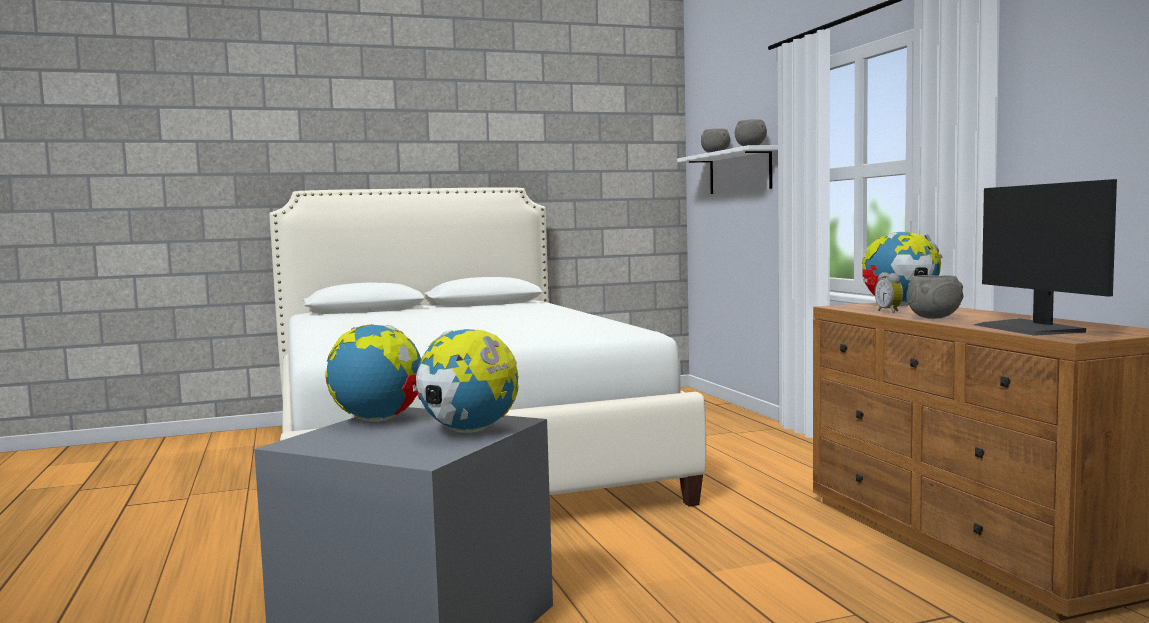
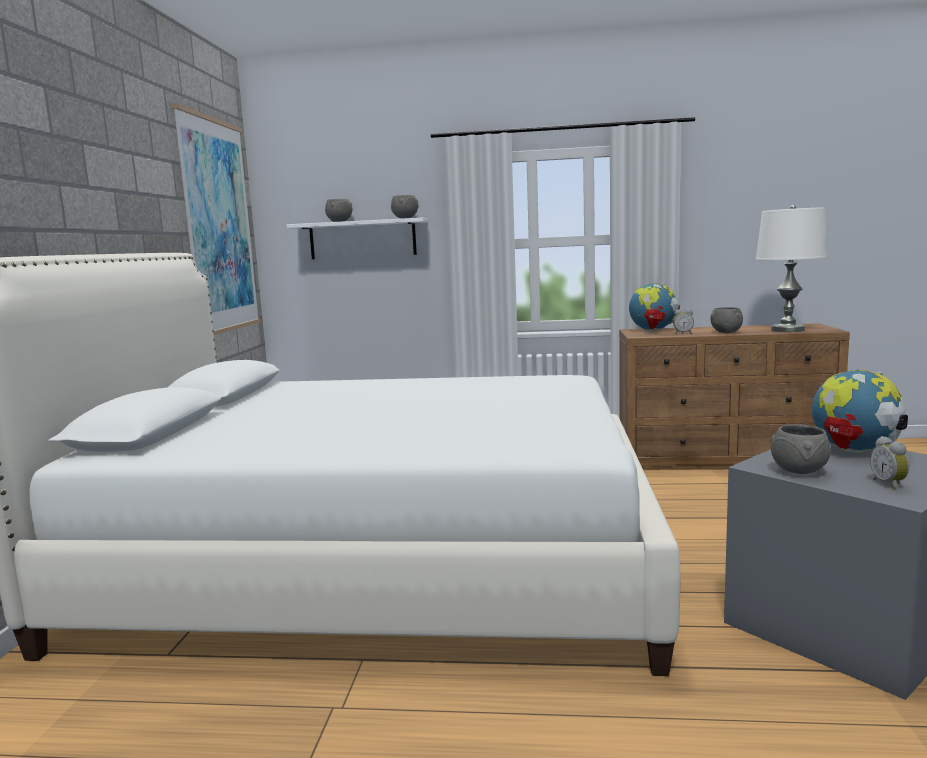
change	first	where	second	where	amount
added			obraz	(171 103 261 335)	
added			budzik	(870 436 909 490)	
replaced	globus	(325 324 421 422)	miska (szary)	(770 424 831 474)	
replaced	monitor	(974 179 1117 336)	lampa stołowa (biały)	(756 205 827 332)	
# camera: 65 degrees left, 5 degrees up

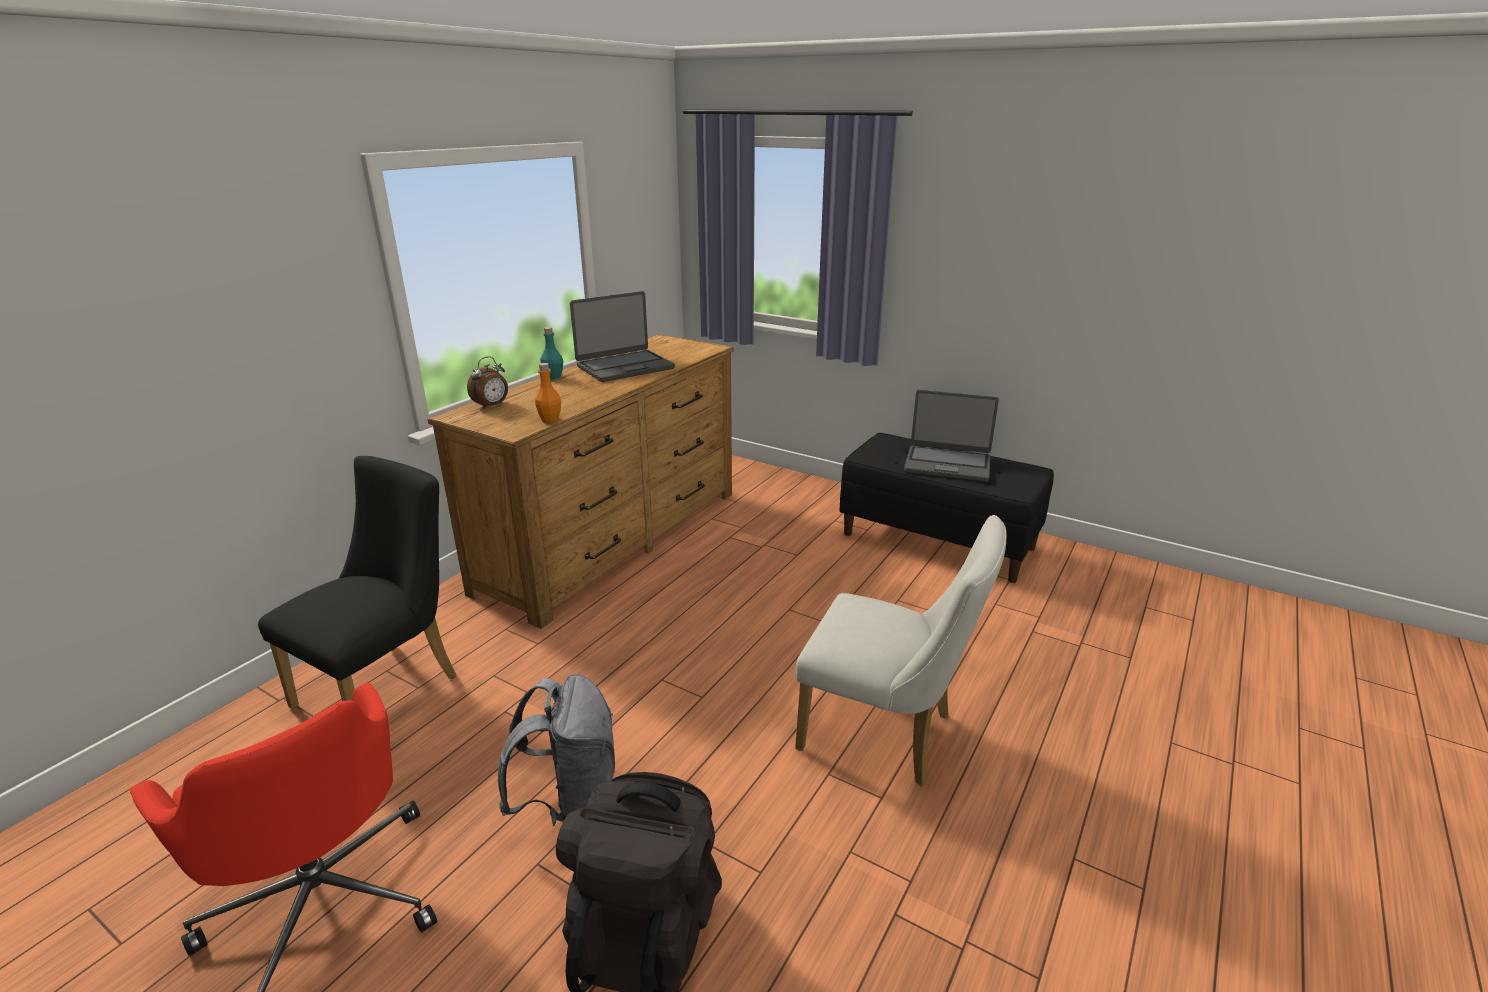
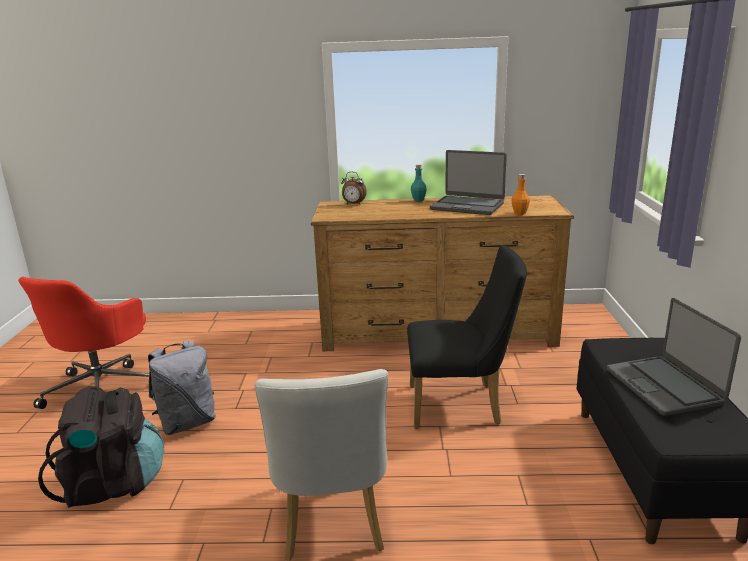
change	first	where	second	where	amount
moved	krzesło (czarny)	(258 456 457 709)		(407 245 527 429)	
moved	butelka (pomarańczowy)	(535 363 561 423)		(512 174 530 215)	
# camera: 60 degrees right, 5 degrees down

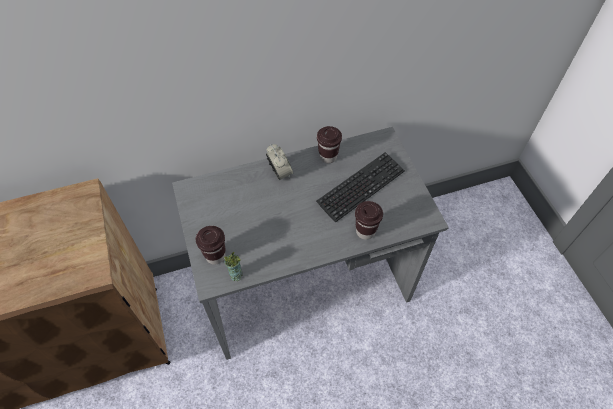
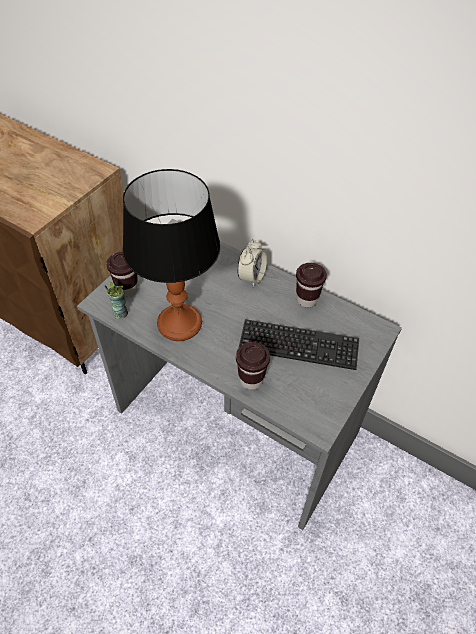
change	first	where	second	where	amount
added			lampa stołowa	(122 169 220 341)	
# camera: 50 degrees right, 5 degrees down

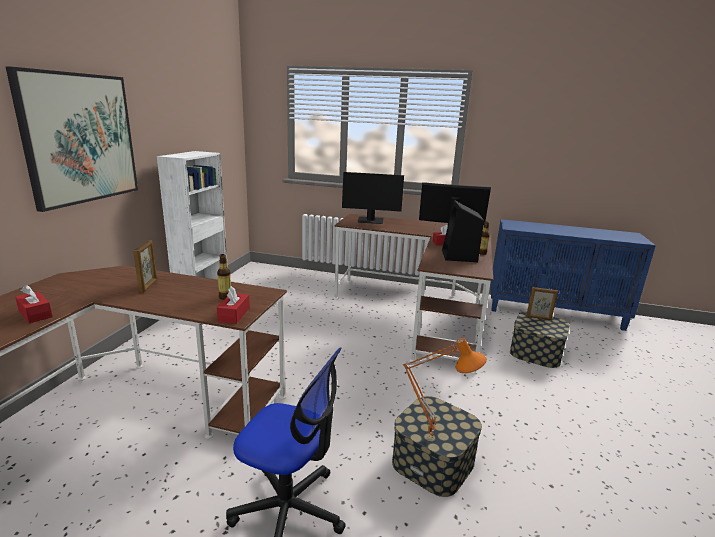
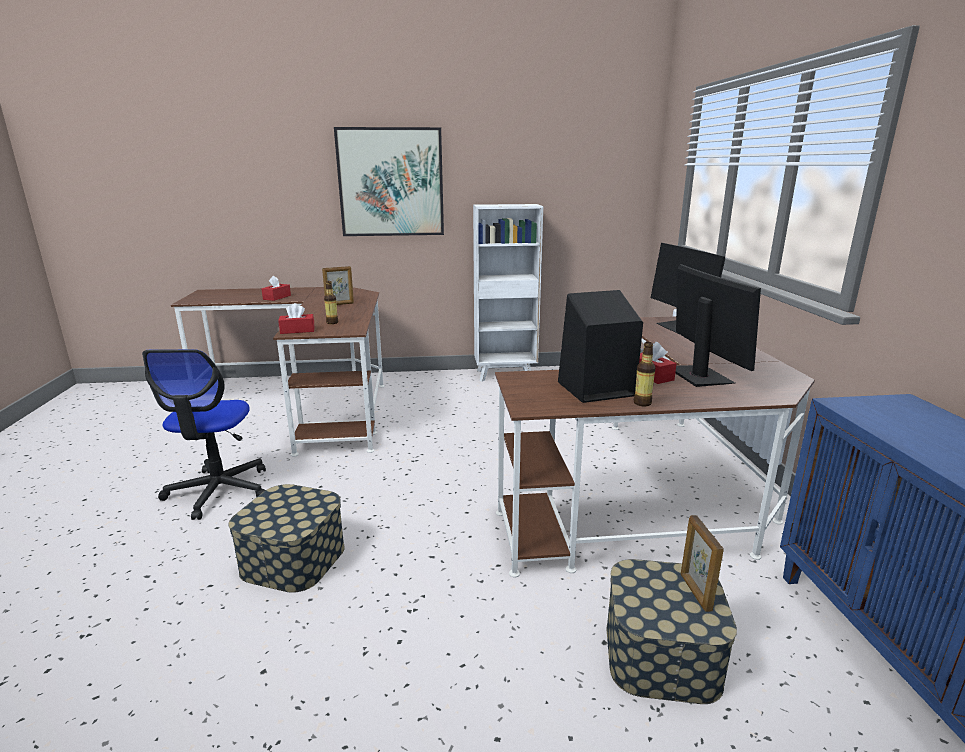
change	first	where	second	where	amount
removed	lampa stołowa (pomarańczowy)	(403 338 487 438)			
# camera: 70 degrees right, 0 degrees up

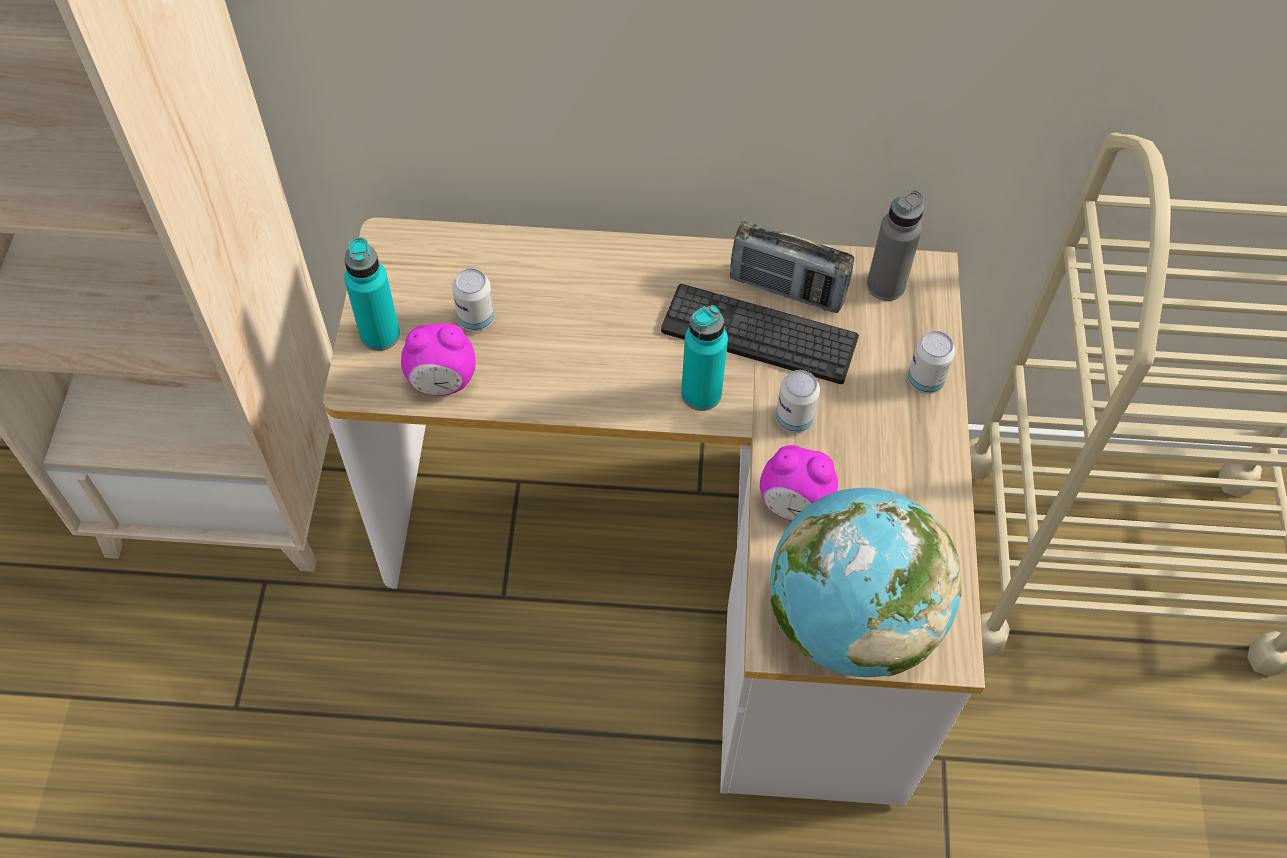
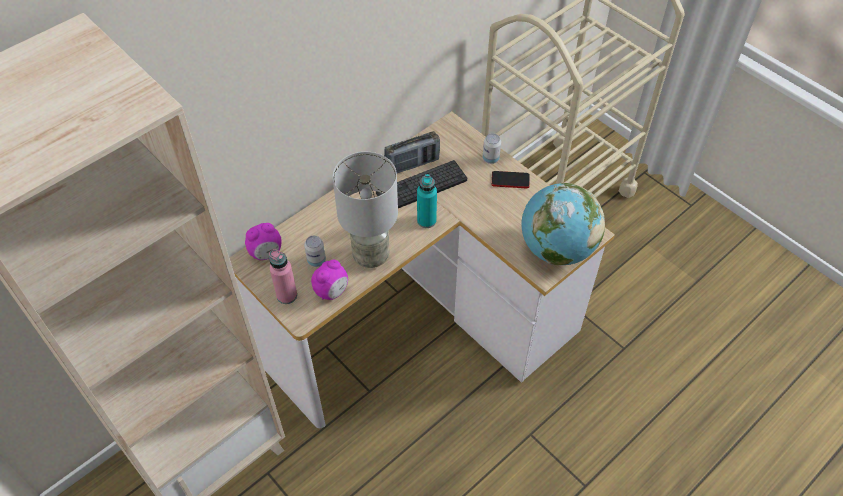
change	first	where	second	where	amount
removed	puszka	(775 370 820 433)			
removed	butelka (szary)	(867 189 924 301)			
added			lampa stołowa (szary)	(332 152 398 268)	
added			telefon	(492 171 530 188)	
moved	budzik	(760 445 838 521)		(245 223 282 260)	
recoloured	butelka (turkusowy)	(344 237 400 351)	butelka (różowy)	(269 249 297 304)	
# camera: 45 degrees left, 5 degrees down

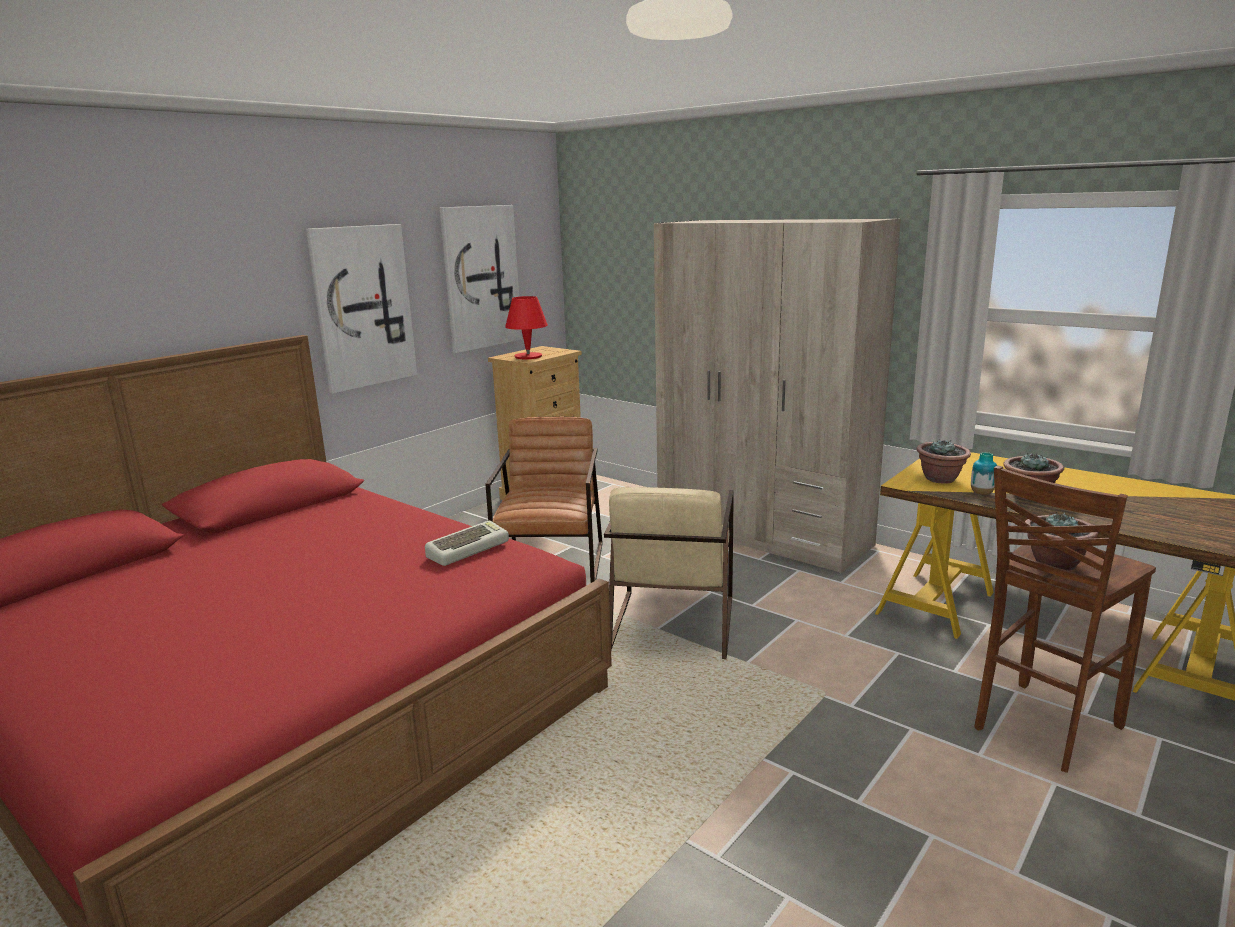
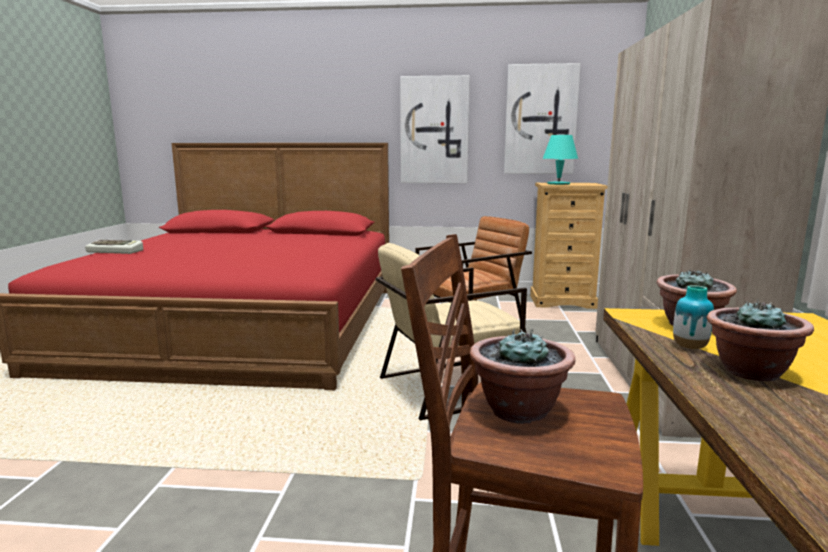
change	first	where	second	where	amount
moved	klawiatura	(425 521 509 566)		(85 239 143 254)	
recoloured	lampa stołowa (czerwony)	(505 296 548 359)	lampa stołowa (turkusowy)	(543 135 578 185)	
# camera: 55 degrees right, 5 degrees down

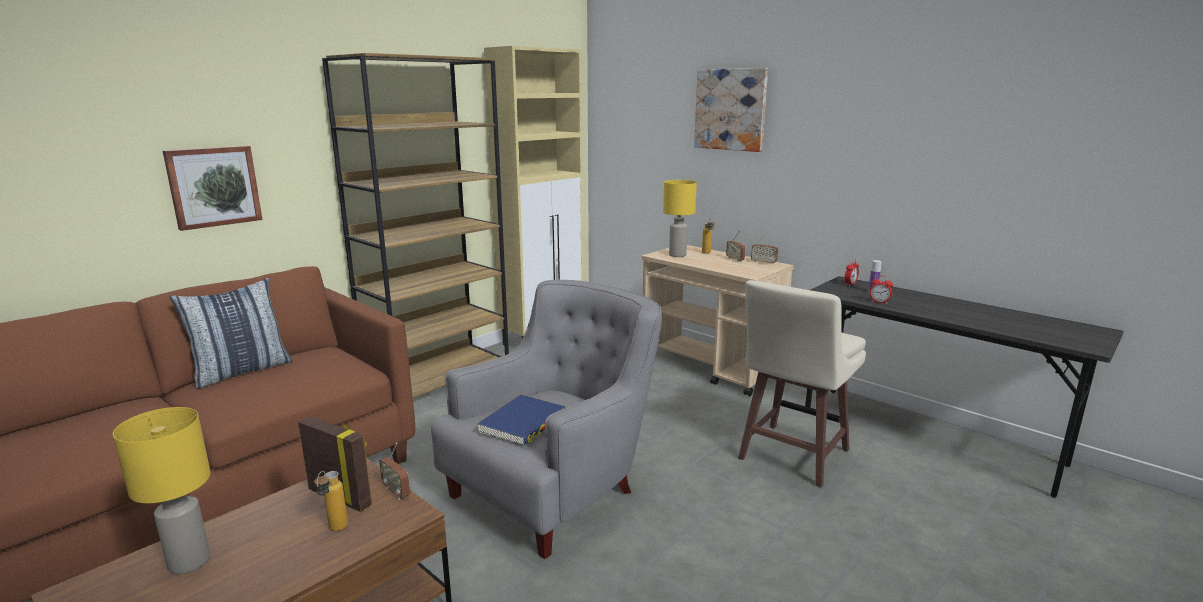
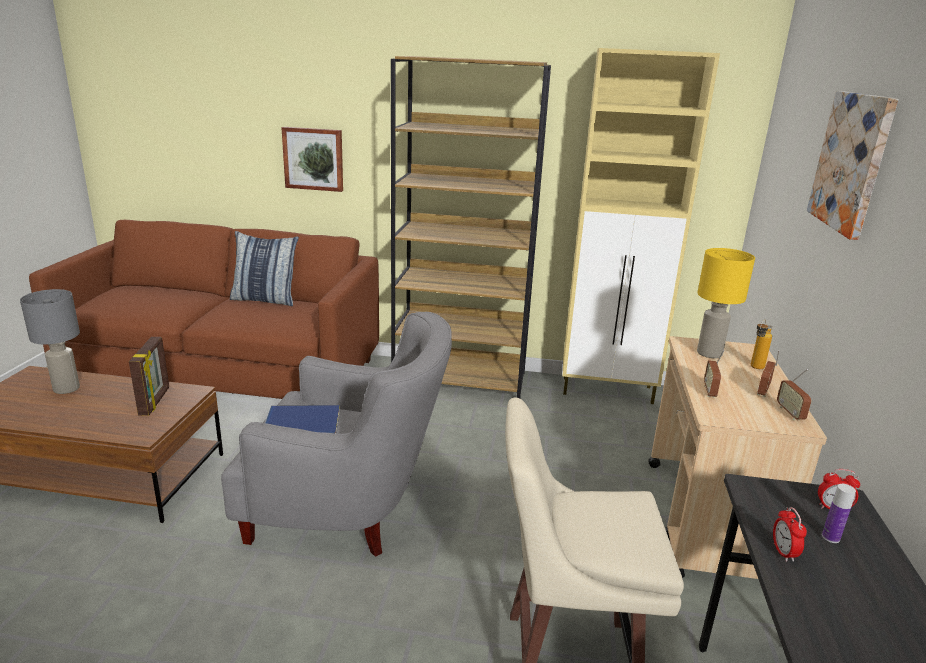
change	first	where	second	where	amount
removed	butelka	(314 471 348 531)			
moved	radio	(379 443 410 500)		(704 350 724 398)	
recoloured	lampa stołowa (żółty)	(112 407 211 574)	lampa stołowa (szary)	(20 289 80 394)	
# camera: 55 degrees right, 5 degrees up

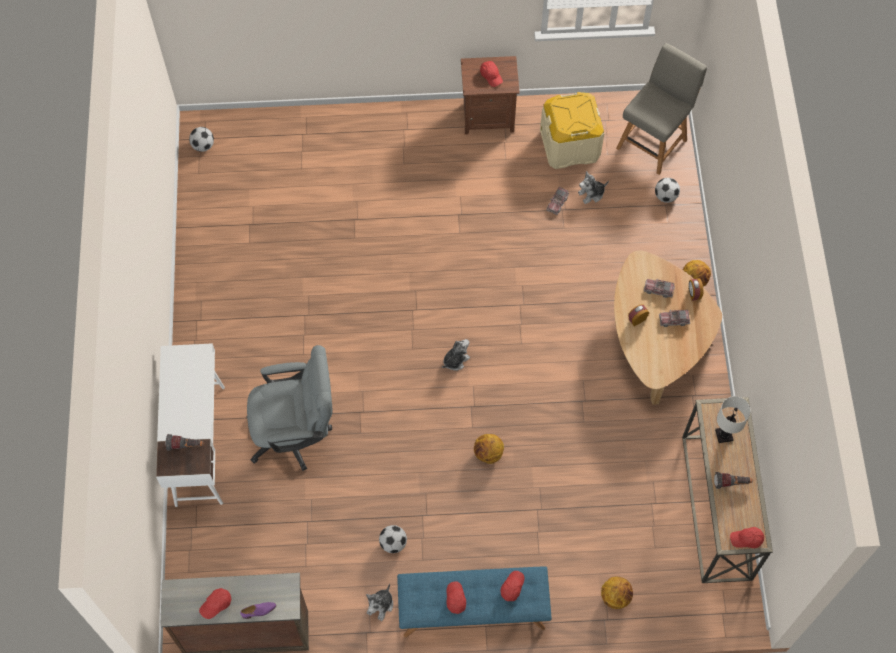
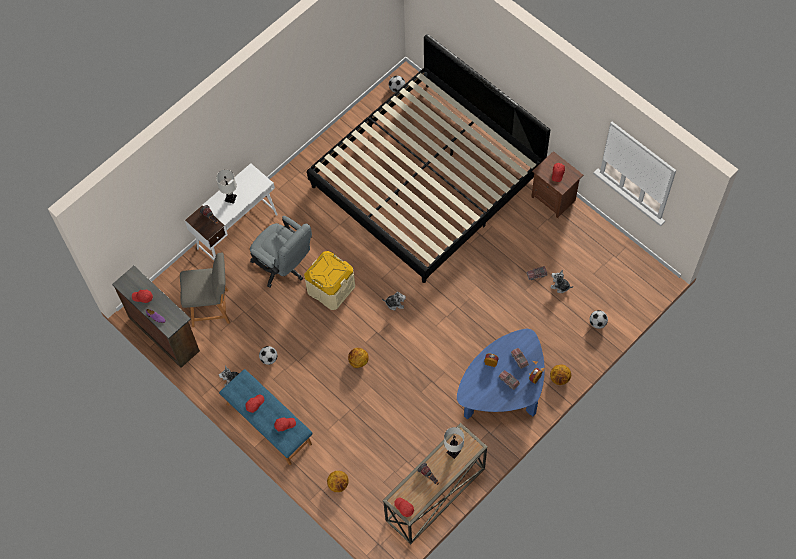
change	first	where	second	where	amount
added			lampa stołowa (biały)	(216 170 237 204)	
added			łóżko	(307 34 550 283)	
moved	pojemnik do przechowywania (beżowy)	(540 92 604 169)		(304 251 355 310)	
moved	krzesło (szary)	(616 43 707 175)		(180 253 230 327)	
recoloured	ława (brązowy)	(614 251 722 405)	ława (niebieski)	(457 329 545 419)	
# camera: 50 degrees right, 0 degrees up

